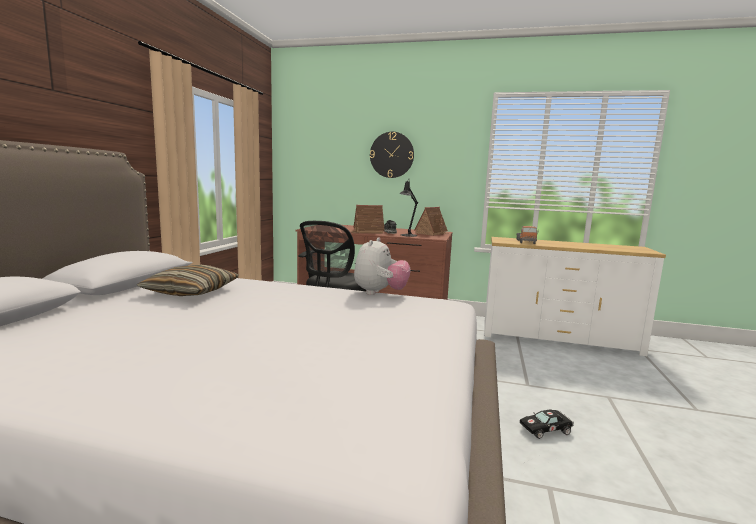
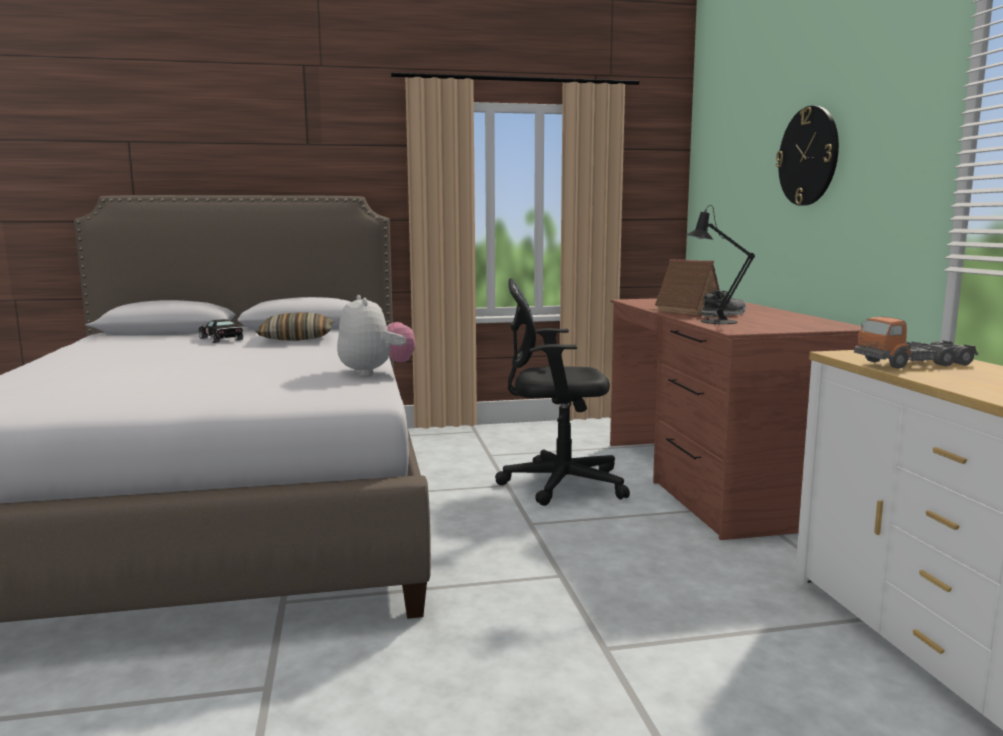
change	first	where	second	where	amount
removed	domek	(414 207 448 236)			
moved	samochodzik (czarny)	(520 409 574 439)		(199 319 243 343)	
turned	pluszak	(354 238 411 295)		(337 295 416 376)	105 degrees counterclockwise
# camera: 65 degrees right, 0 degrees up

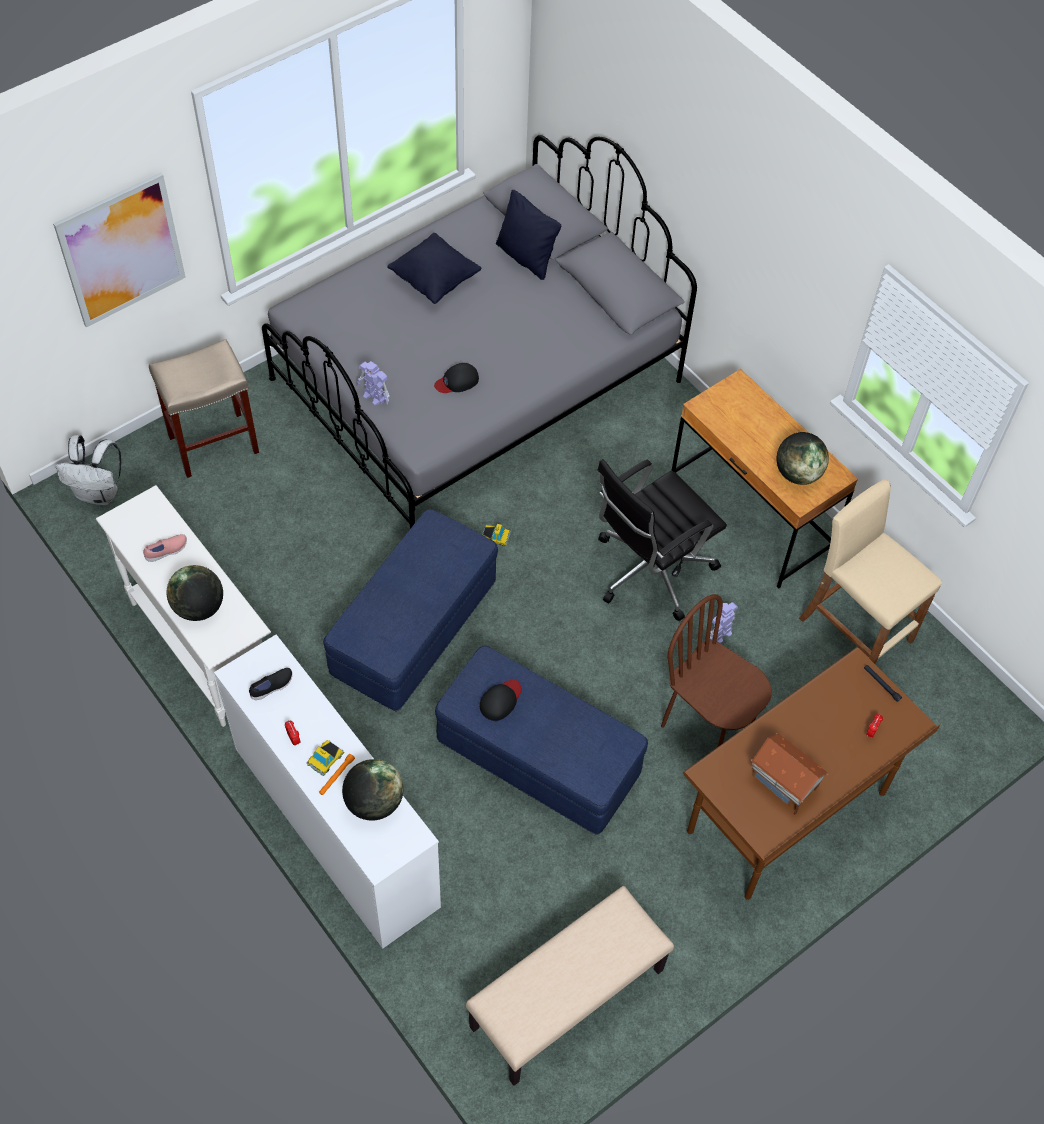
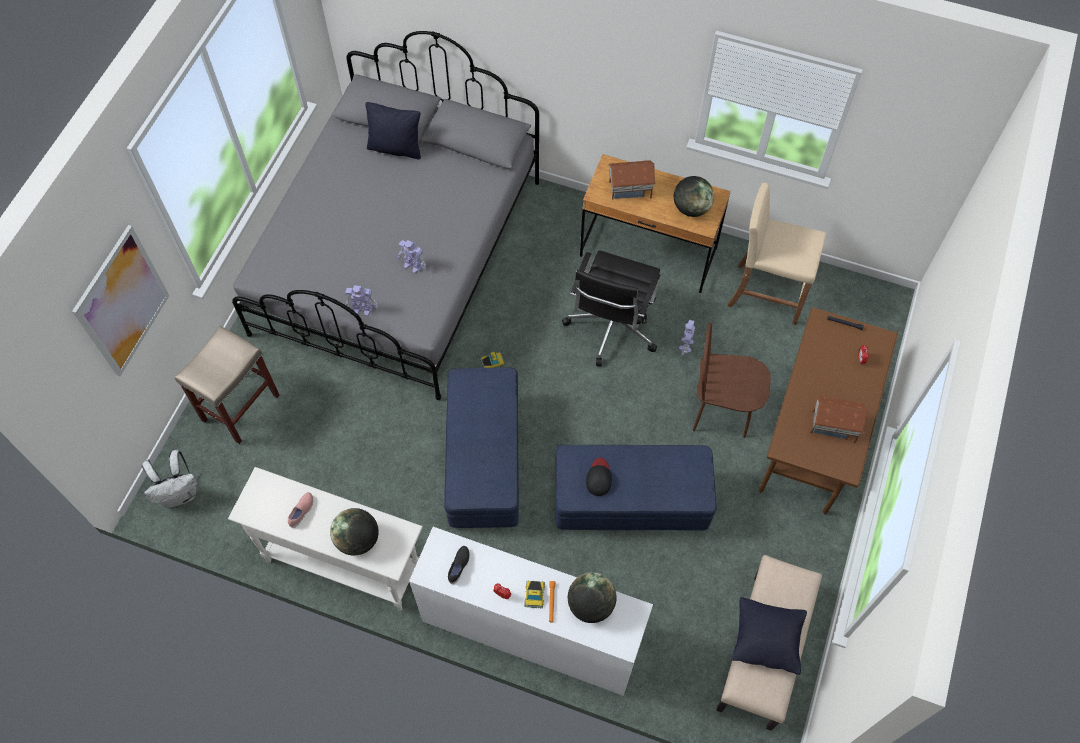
change	first	where	second	where	amount
added			domek	(608 160 656 200)	
moved	poduszka (czarny)	(387 233 481 304)		(731 597 807 675)	
replaced	czapka z daszkiem (czarny)	(434 363 479 393)	robot zabawkowy	(398 240 426 273)	
# camera: 30 degrees left, 5 degrees up

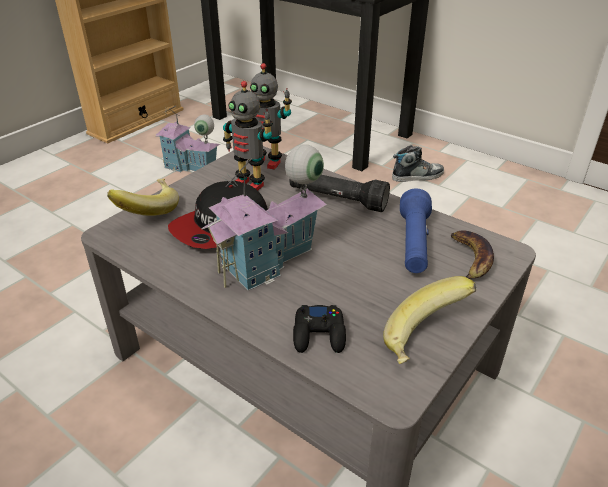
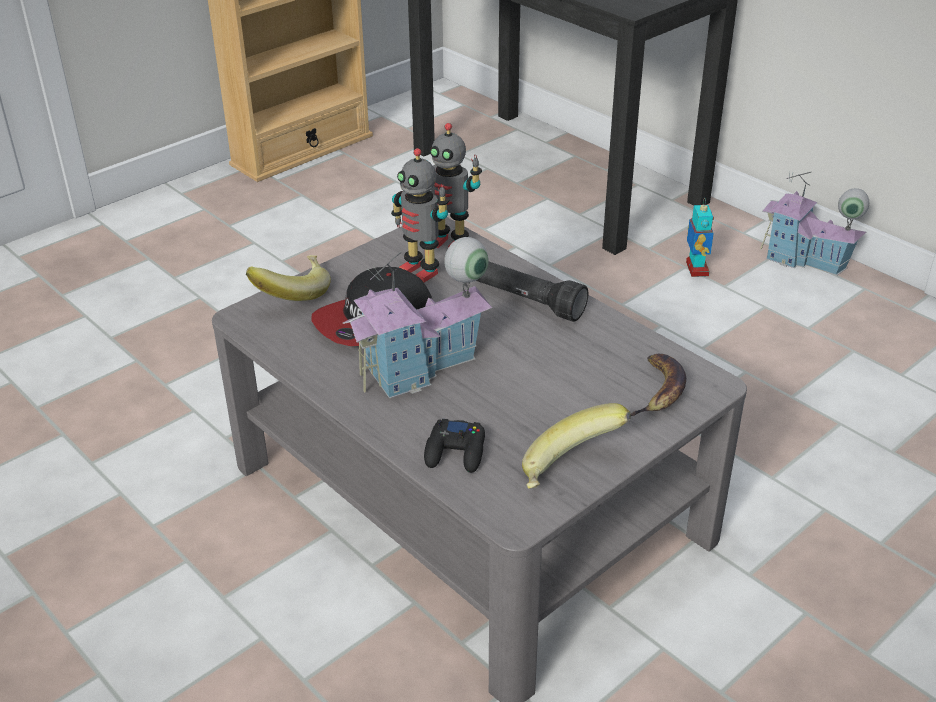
change	first	where	second	where	amount
removed	latarka (niebieski)	(400 189 432 273)			
moved	domek	(156 106 220 172)		(760 172 869 276)	
replaced	but	(392 145 444 182)	robot zabawkowy	(686 199 714 277)	
# camera: 10 degrees right, 0 degrees up

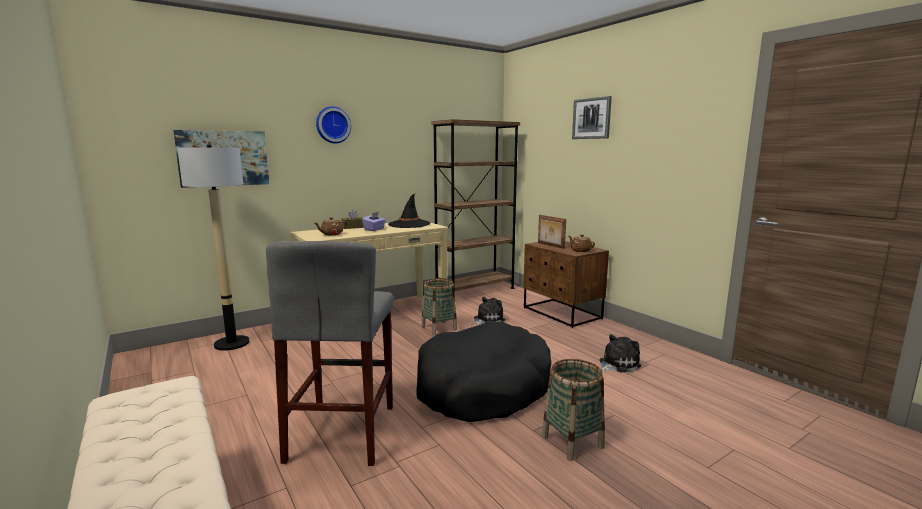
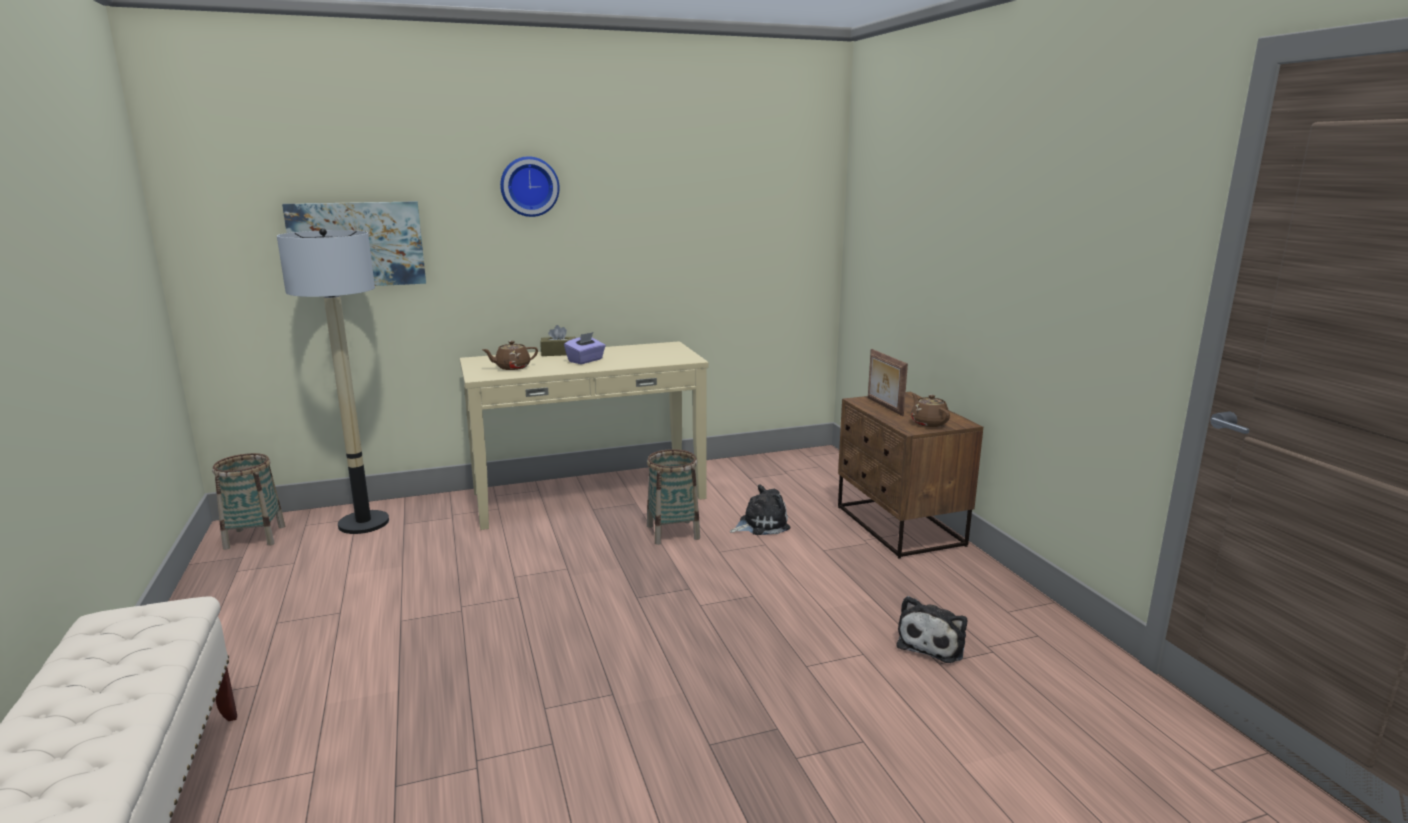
change	first	where	second	where	amount
removed	stołek (szary)	(266 241 394 466)			
removed	kapelusz (czarny)	(388 194 430 228)			
removed	legowisko (czarny)	(417 322 551 422)			
removed	regał (brązowy)	(431 119 520 291)			
removed	obraz	(572 96 612 139)			
moved	koszyk	(542 359 605 461)		(212 453 285 550)	
turned	pluszak	(599 334 641 373)		(897 596 967 663)	135 degrees clockwise
# camera: 15 degrees right, 5 degrees up

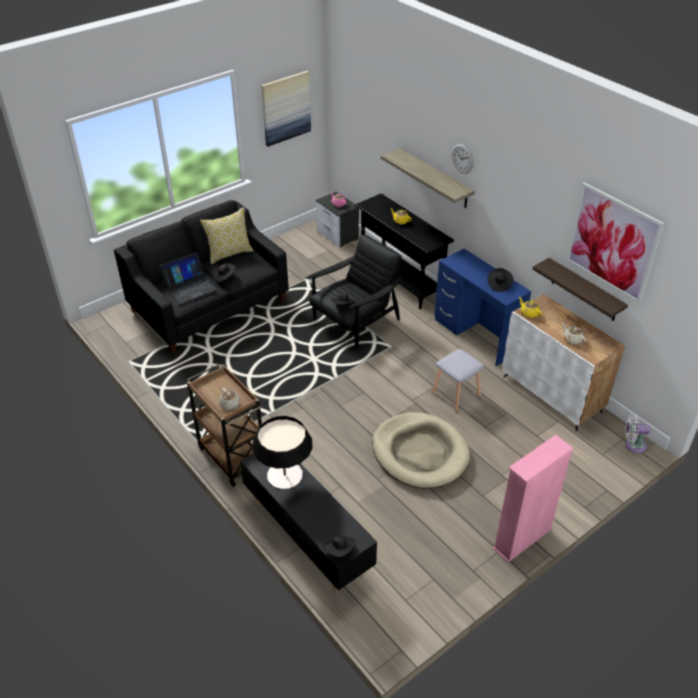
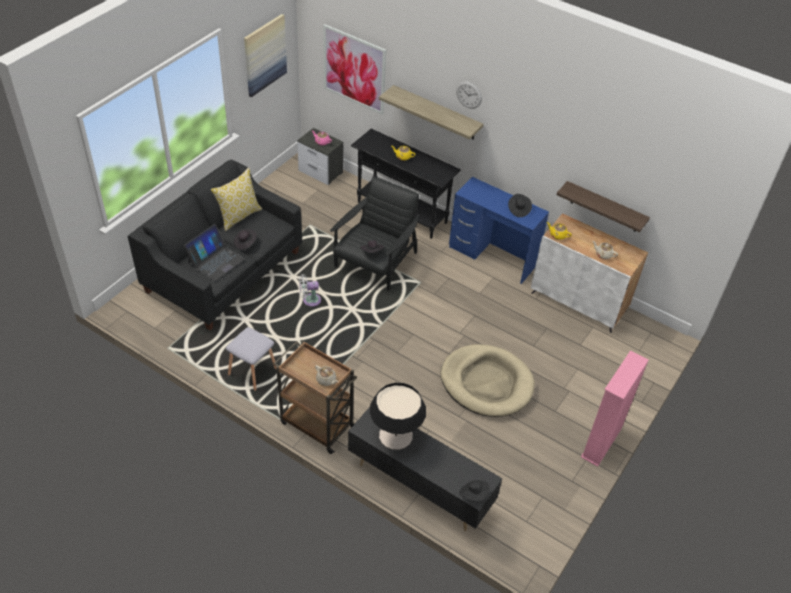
change	first	where	second	where	amount
moved	stołek (szary)	(432 349 484 412)		(226 327 276 391)	
moved	obraz	(566 182 664 304)		(323 24 386 115)	
moved	wentylator (biały)	(626 414 651 453)		(299 274 321 307)	
# camera: 20 degrees left, 5 degrees up

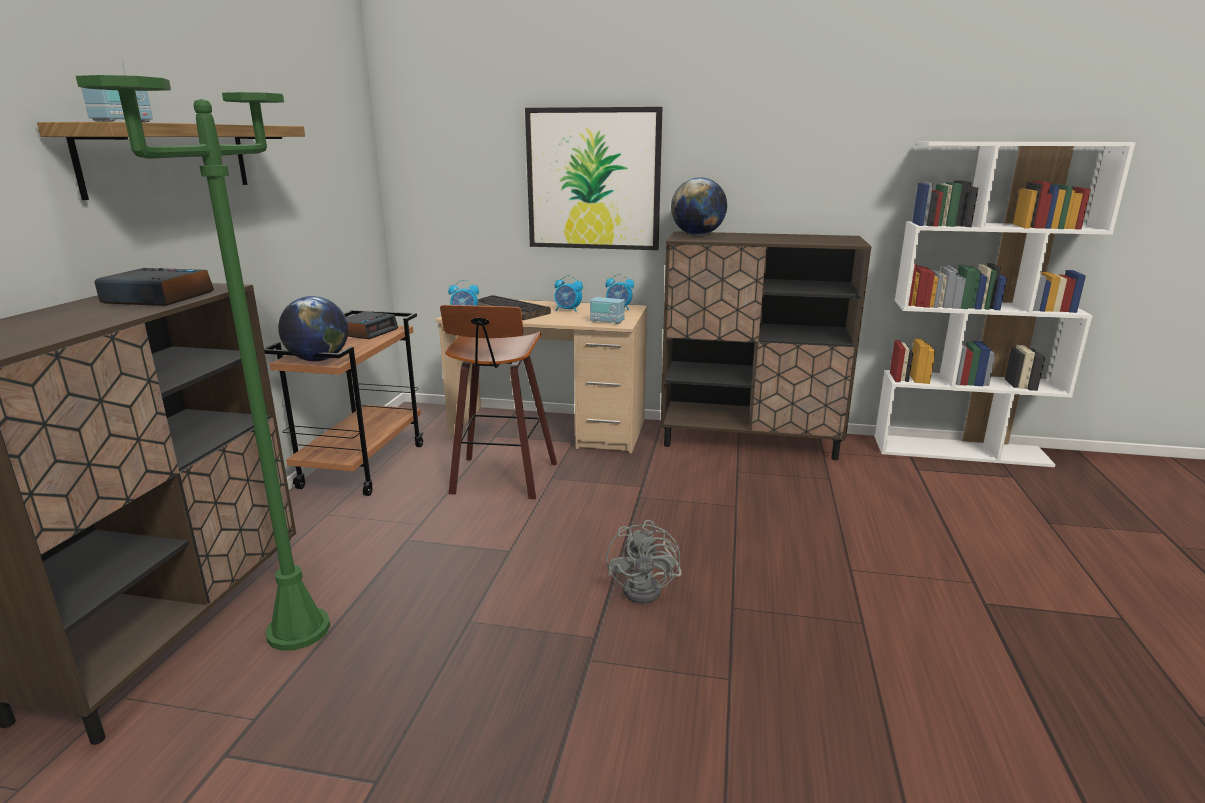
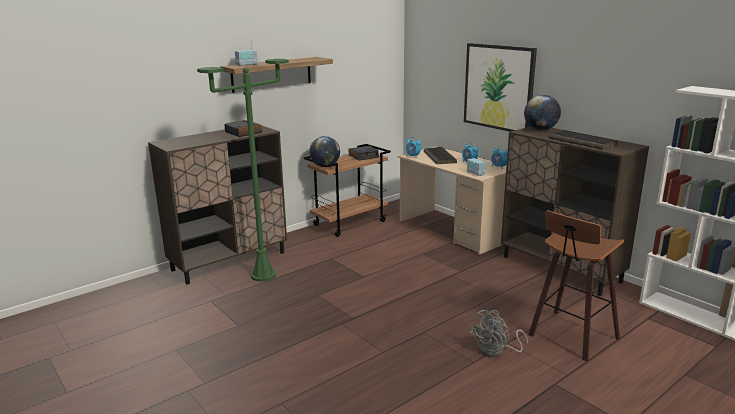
change	first	where	second	where	amount
added			klawiatura	(549 130 618 150)	
moved	stołek	(440 305 557 499)		(528 210 624 361)	
moved	wentylator (szary)	(606 520 681 604)		(470 310 528 357)	
# camera: 40 degrees right, 0 degrees up

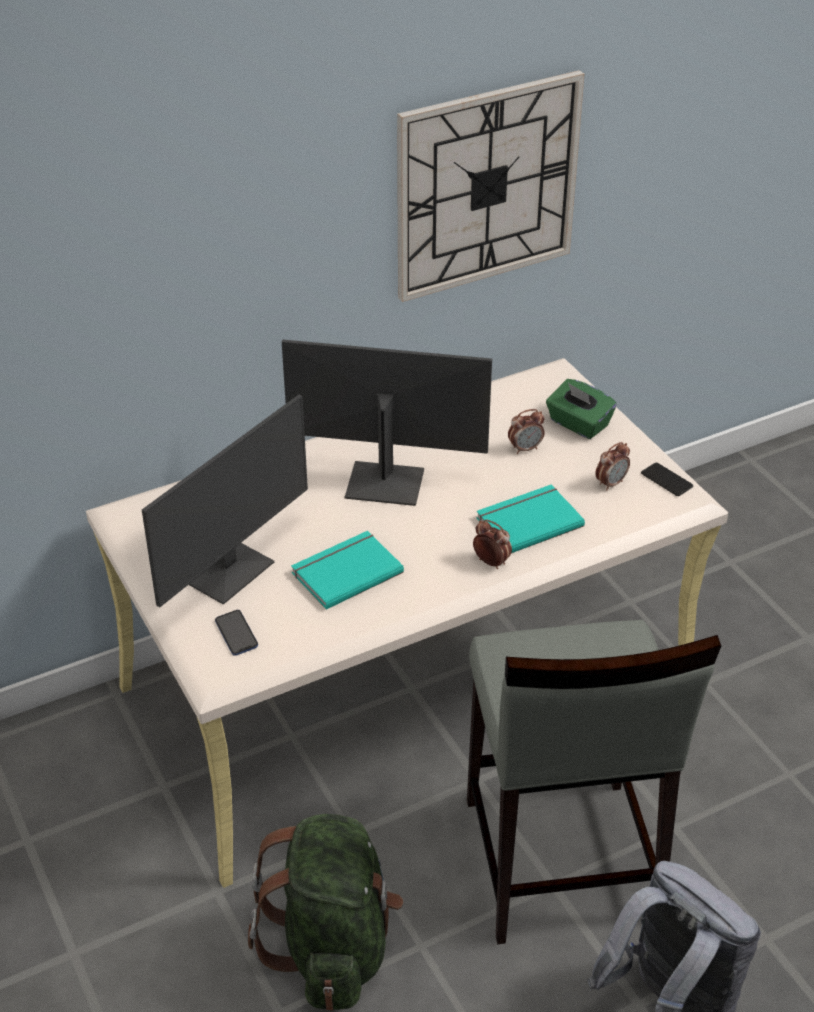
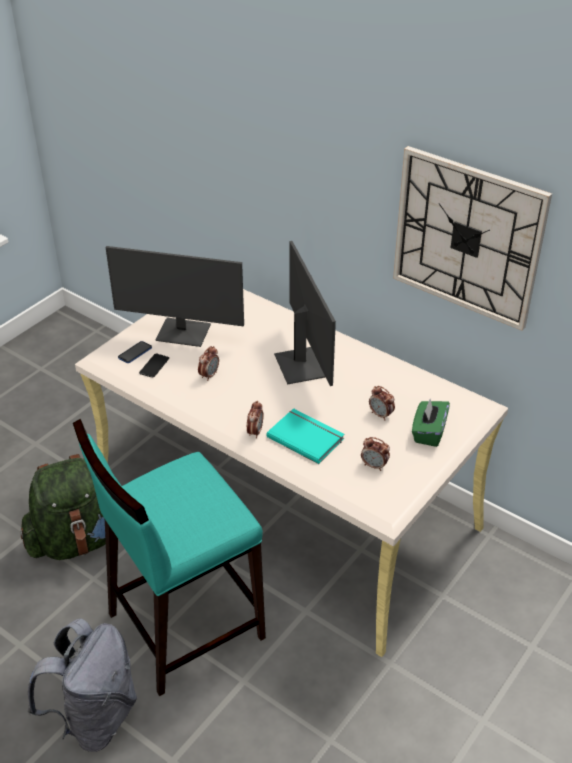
change	first	where	second	where	amount
moved	telefon	(641 463 693 496)		(139 354 169 378)	
replaced	książka (turkusowy)	(291 531 404 609)	budzik	(198 346 219 381)	
recoloured	stołek (szary)	(467 620 721 944)	stołek (turkusowy)	(73 419 266 696)	
# camera: 65 degrees right, 0 degrees up

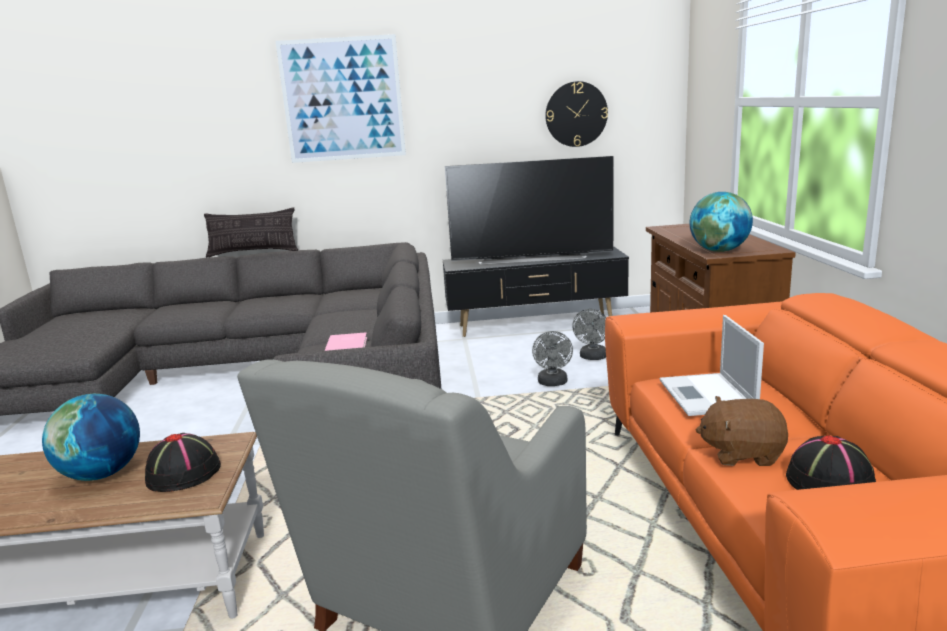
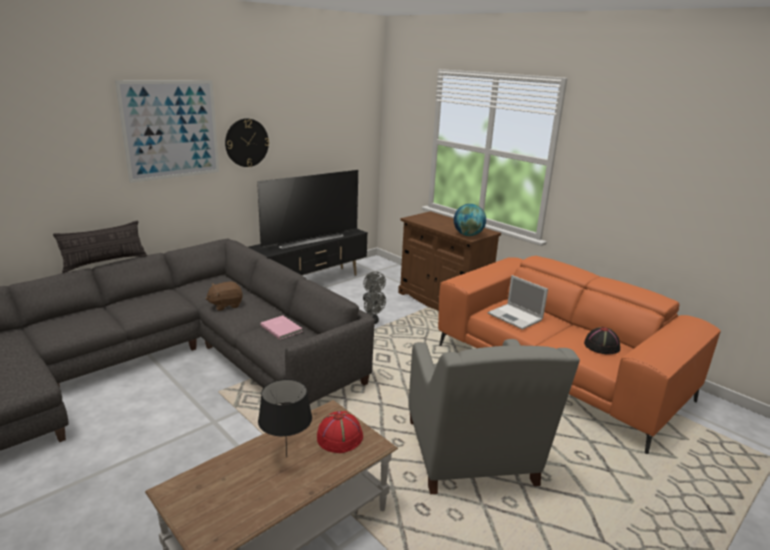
change	first	where	second	where	amount
moved	zegar ścienny	(545 81 608 147)		(225 118 269 167)	
moved	pluszak (brązowy)	(696 396 788 466)		(205 282 243 311)	
replaced	globus	(42 394 140 481)	lampa stołowa (czarny)	(258 379 312 457)	
recoloured	kapelusz (czarny)	(145 433 221 492)	kapelusz (czerwony)	(317 411 363 453)	
# camera: 40 degrees left, 5 degrees up

